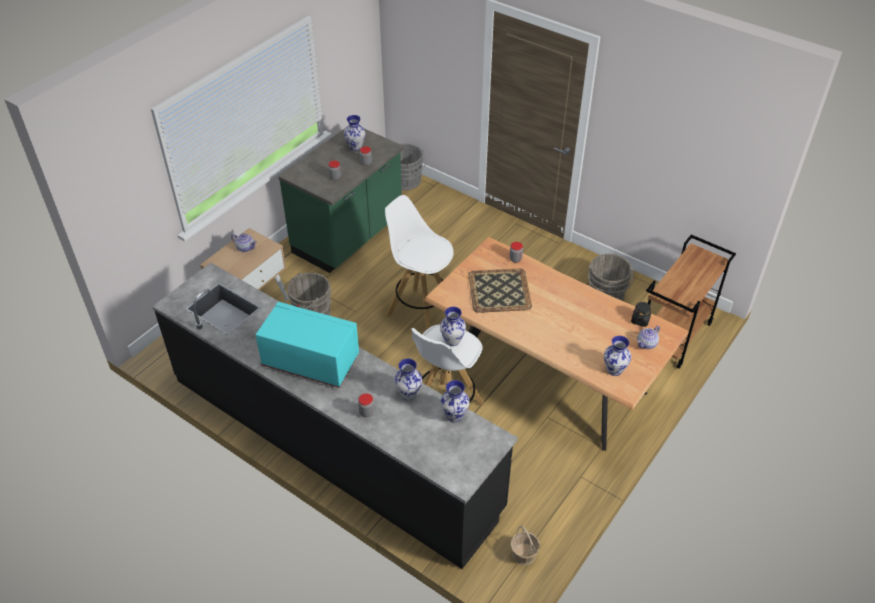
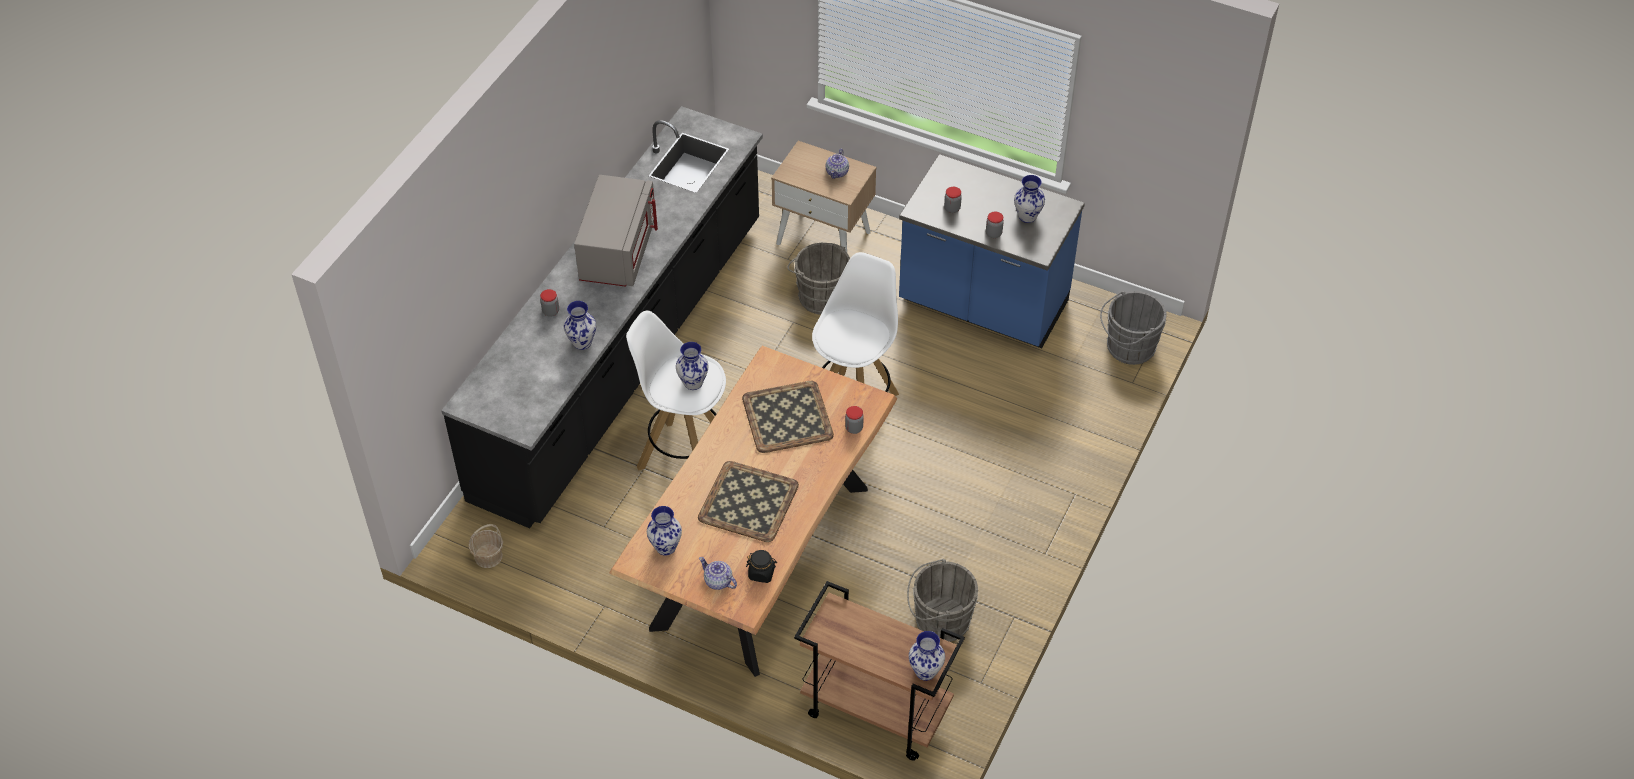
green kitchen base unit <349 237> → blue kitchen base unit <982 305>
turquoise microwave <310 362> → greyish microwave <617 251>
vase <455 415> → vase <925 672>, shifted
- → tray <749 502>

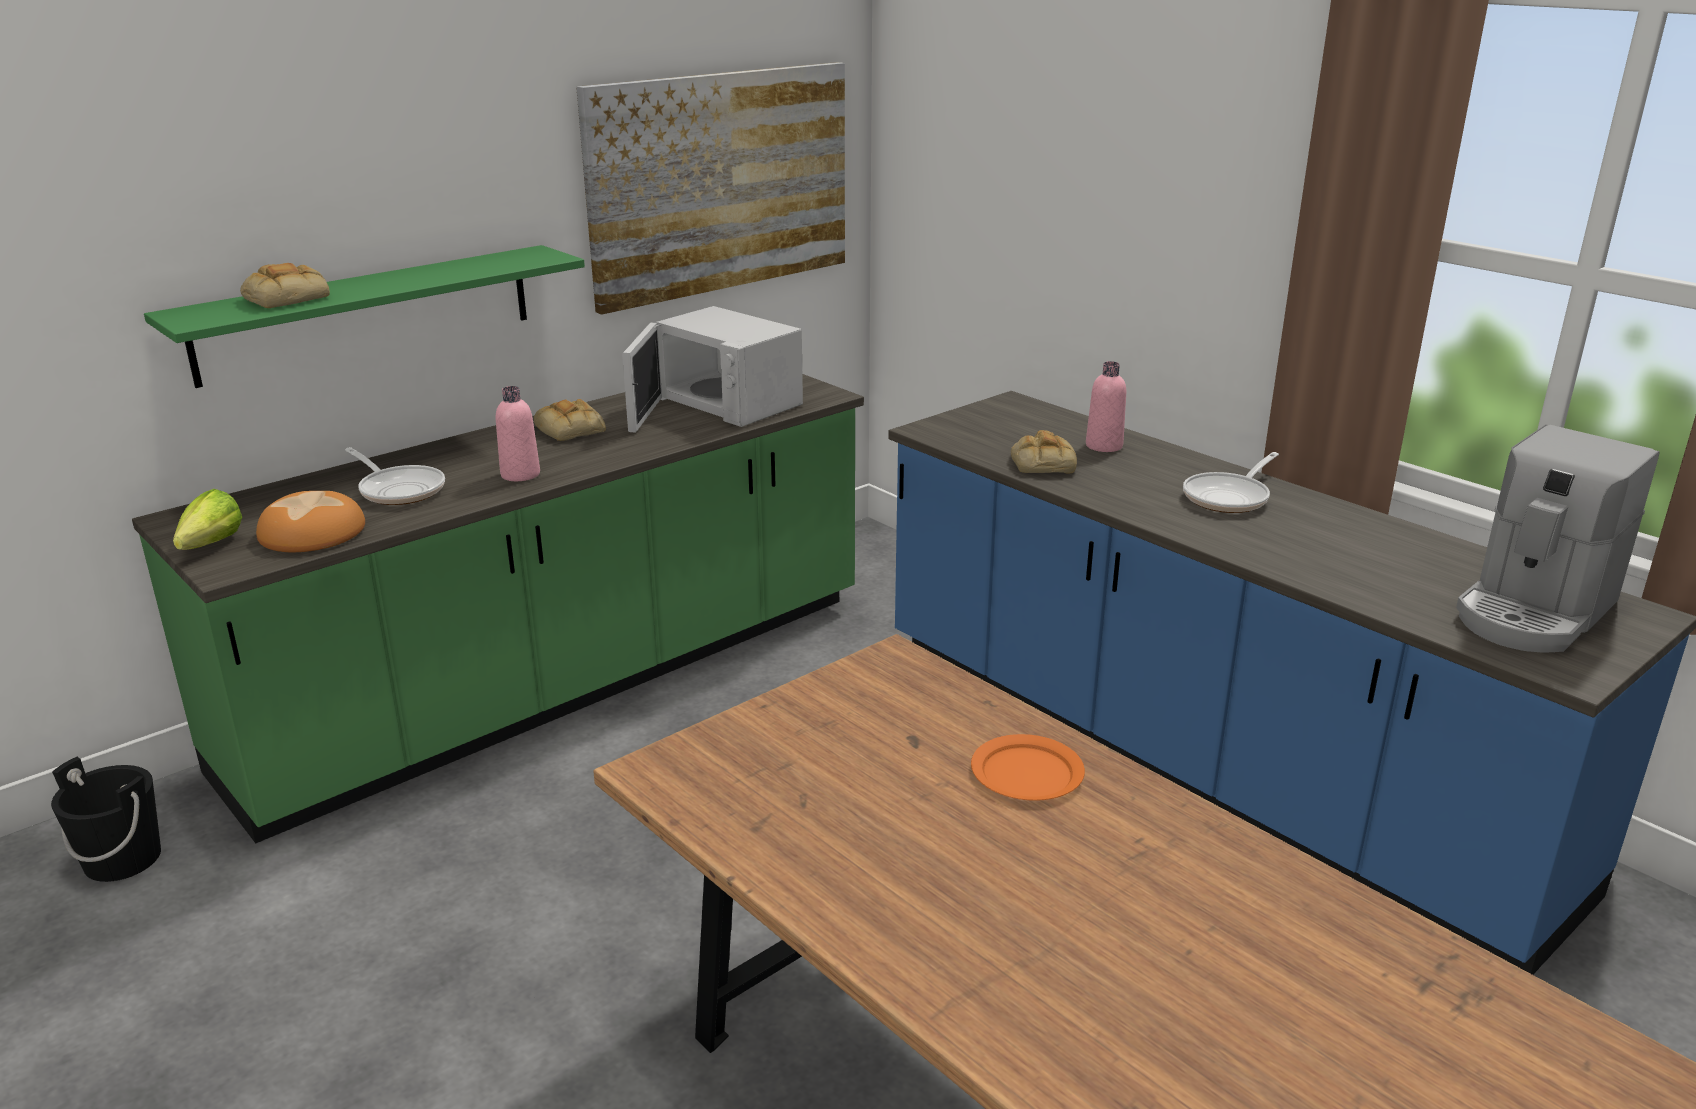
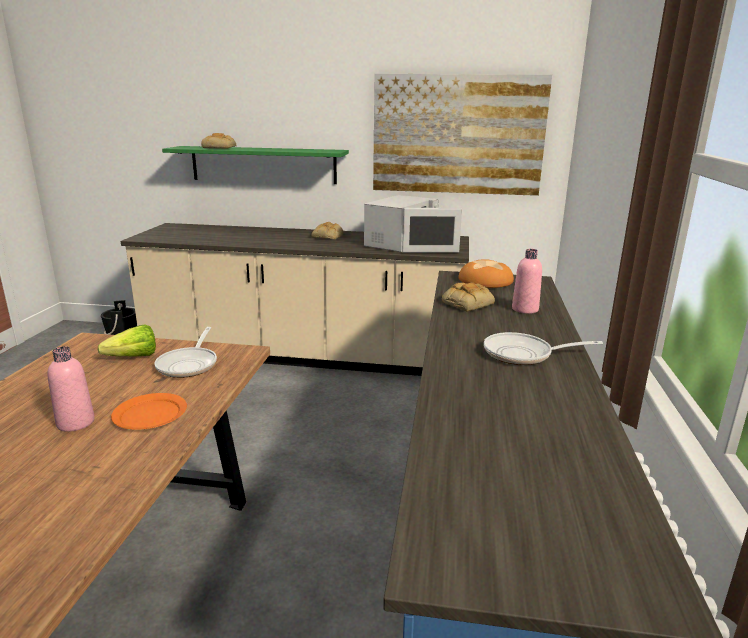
whitish microwave <721 403> → whitish microwave <402 244>, 150 degrees counterclockwise
green kitchen base unit <563 684> → beige kitchen base unit <304 355>
pink beverage bottle <520 474> → pink beverage bottle <75 423>, shifted
coffee machine <1534 612> → -
pan <399 489> → pan <189 364>, shifted
head of lettuce <205 548> → head of lettuce <128 358>, shifted
baked bread <313 532> → baked bread <486 280>, shifted

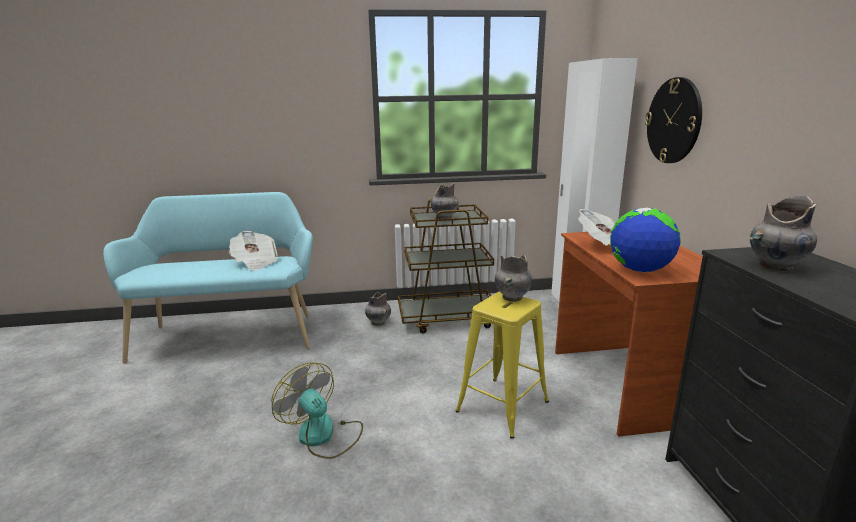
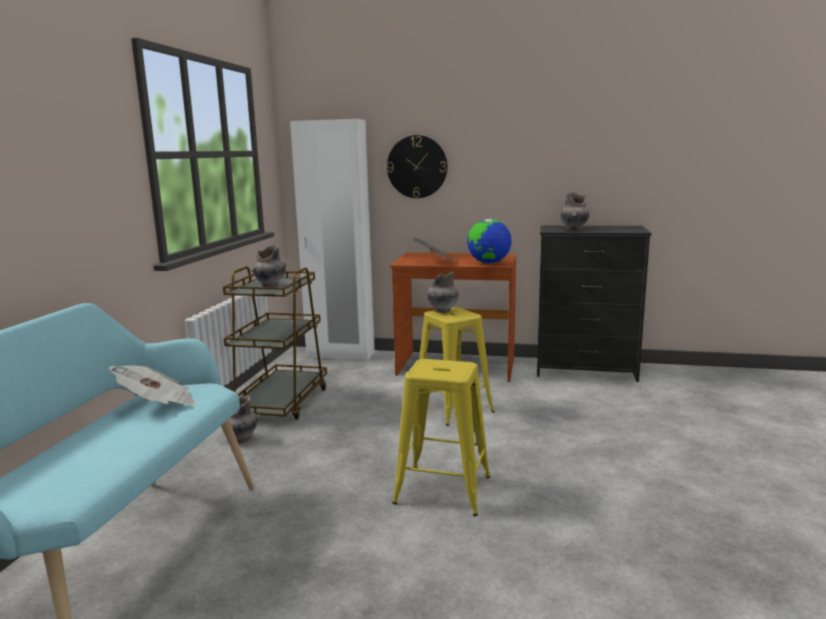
electric fan <323 436> → yellow stool seat <443 489>

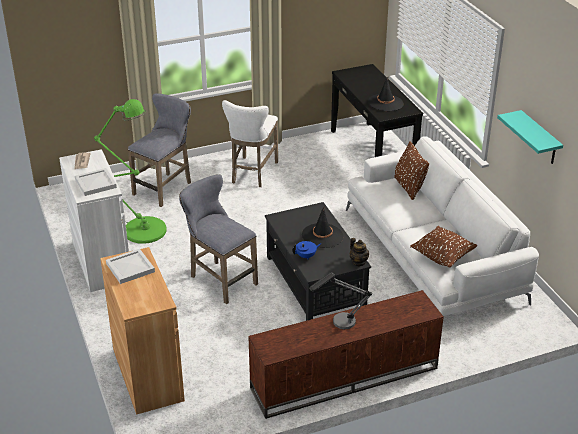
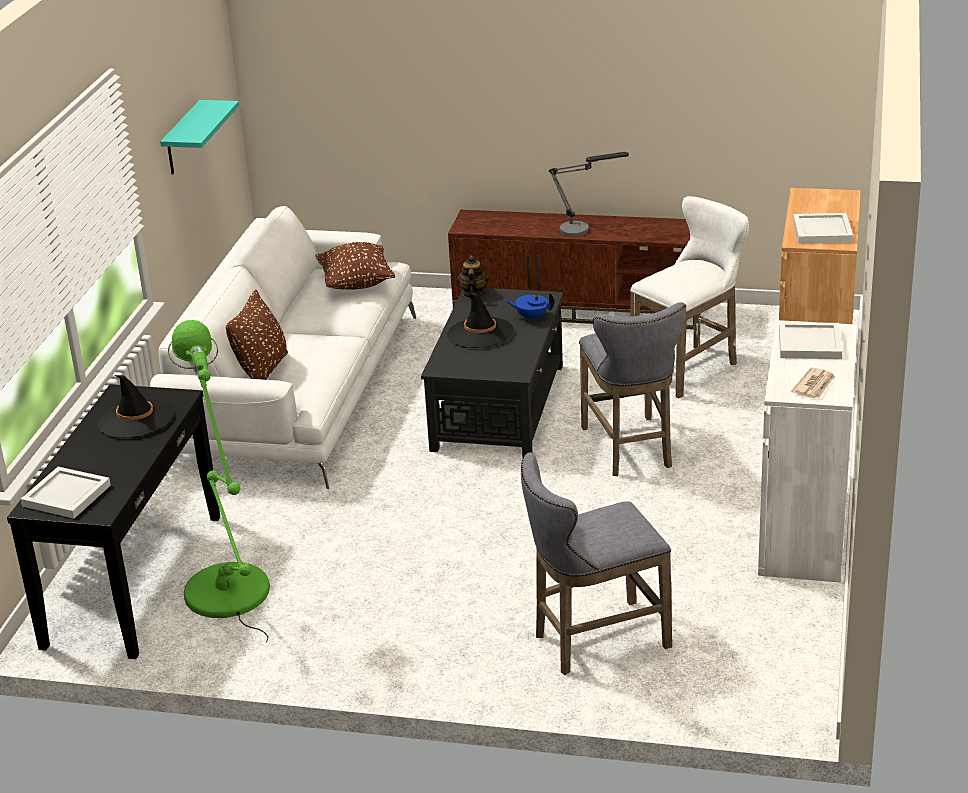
green standard lamp <140 228> → green standard lamp <230 598>, shifted
whitish stool seat <252 173> → whitish stool seat <690 368>, shifted
- → whitish tray <67 496>

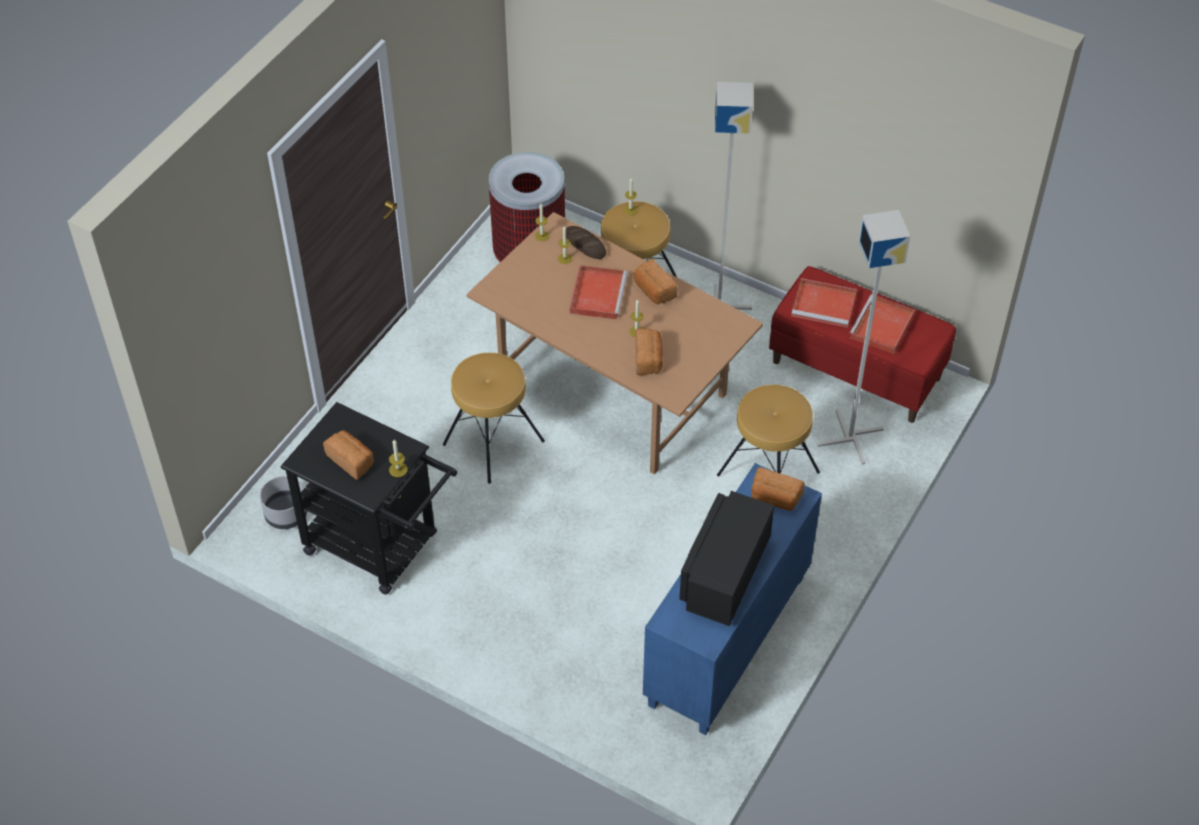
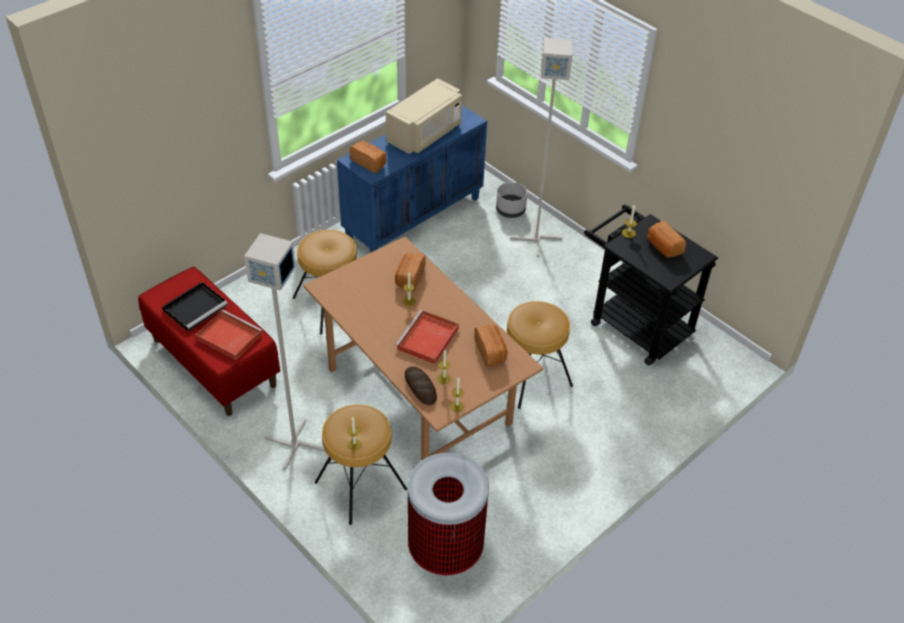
greyish standard lamp <851 436> → greyish standard lamp <535 239>, shifted
baked bread <653 291> → baked bread <491 352>, shifted
red-coloured tray <882 327> → black-coloured tray <196 307>
greyish planter <285 514> → greyish planter <511 210>, shifted
black-coloured microwave <724 574> → beige microwave <425 133>

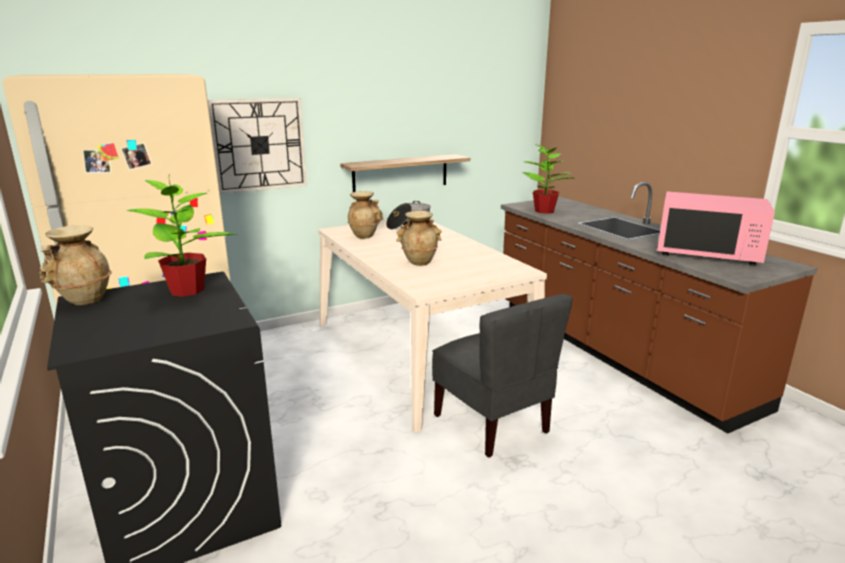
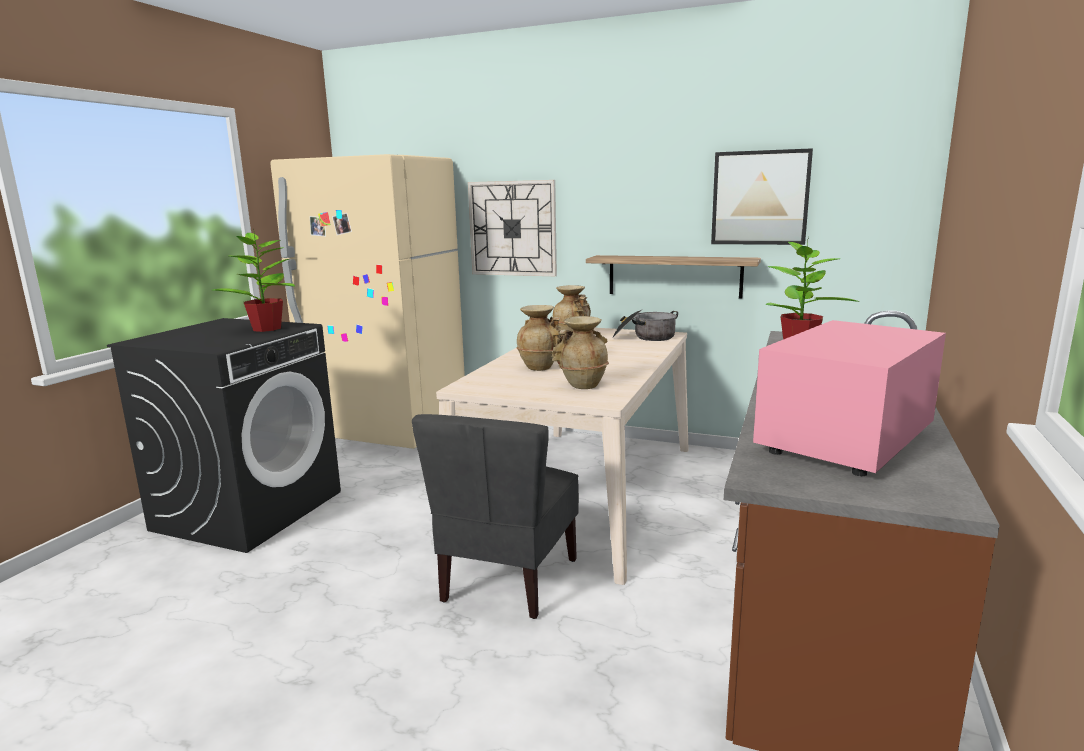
pink microwave <707 253> → pink microwave <846 441>, 60 degrees clockwise
beige vase <84 300> → beige vase <582 385>, shifted
- → wall picture <760 198>

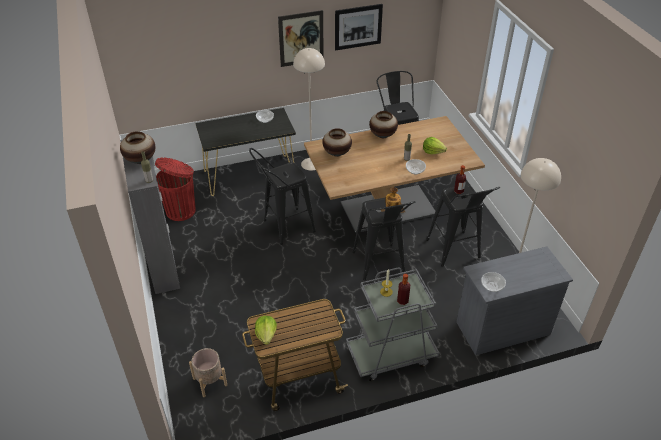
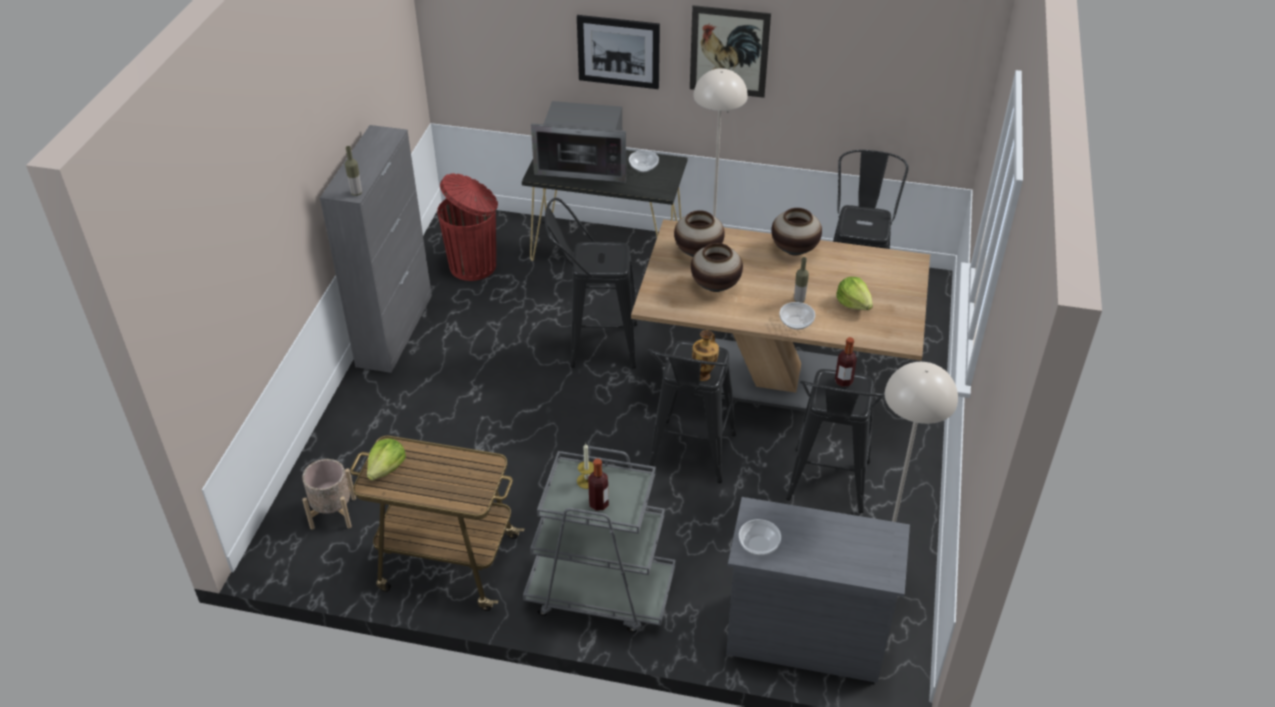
wall picture <358 27> → wall picture <618 51>, shifted
vase <140 160> → vase <715 286>, shifted
- → microwave <584 165>

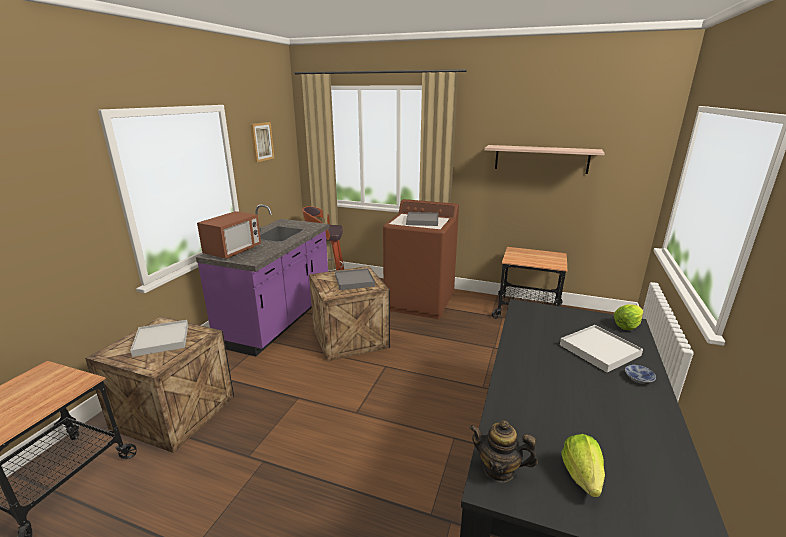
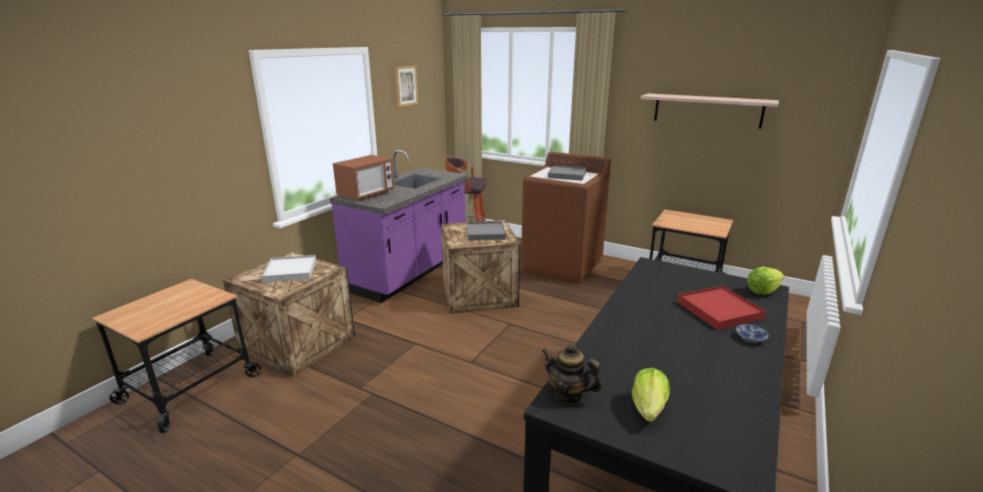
whitish tray <599 350> → red-coloured tray <719 310>

